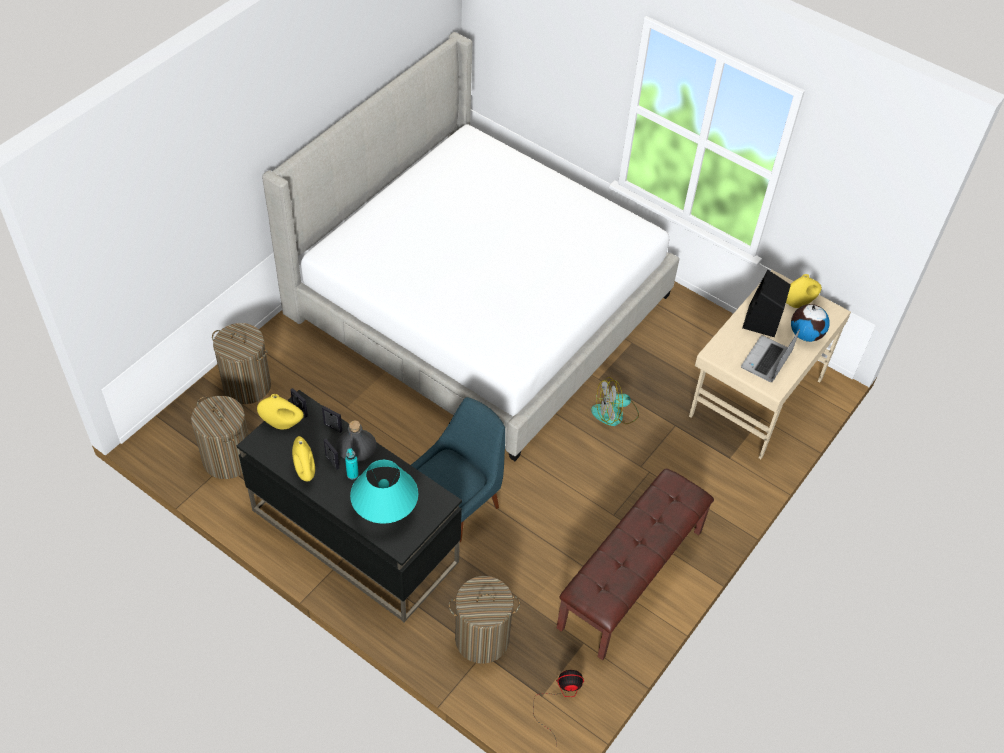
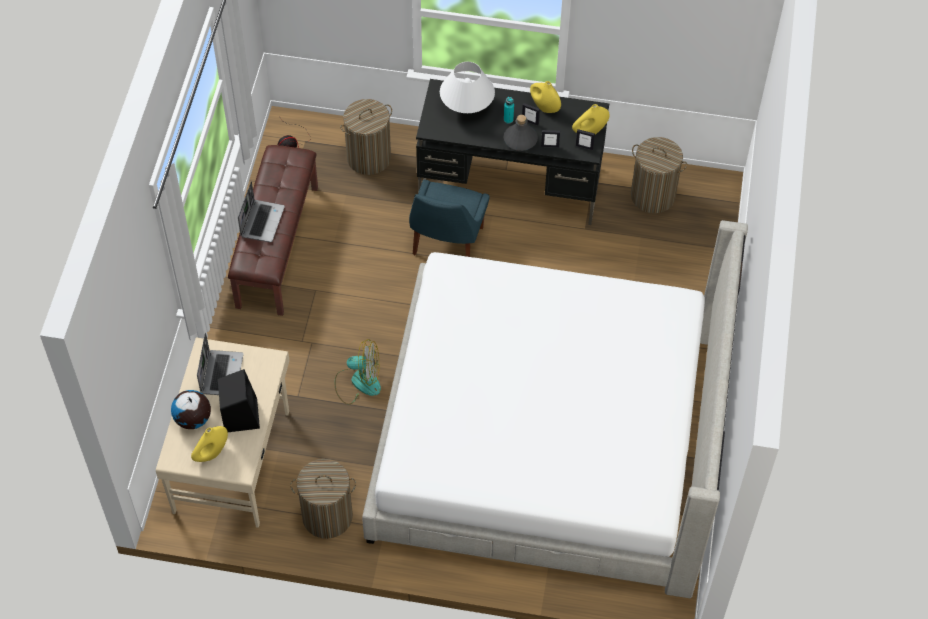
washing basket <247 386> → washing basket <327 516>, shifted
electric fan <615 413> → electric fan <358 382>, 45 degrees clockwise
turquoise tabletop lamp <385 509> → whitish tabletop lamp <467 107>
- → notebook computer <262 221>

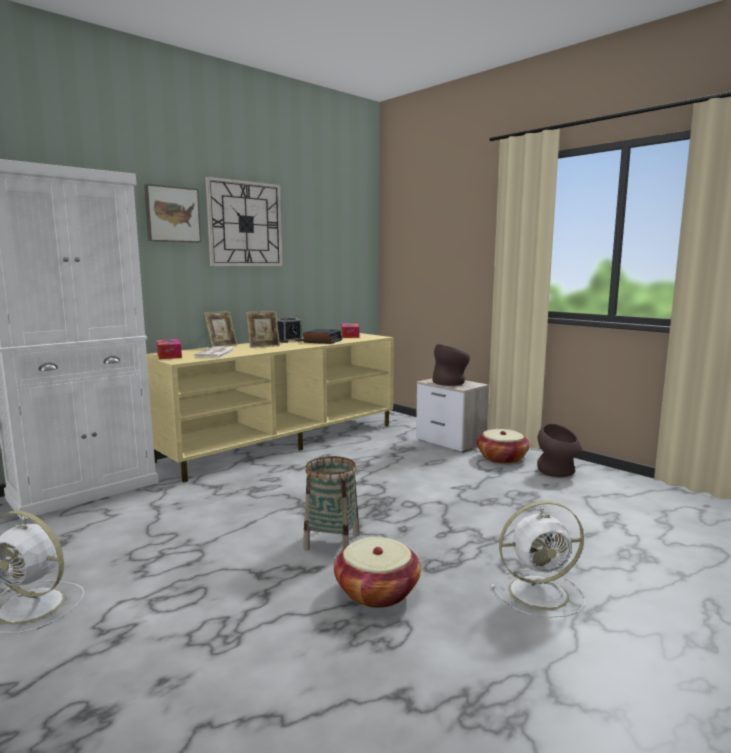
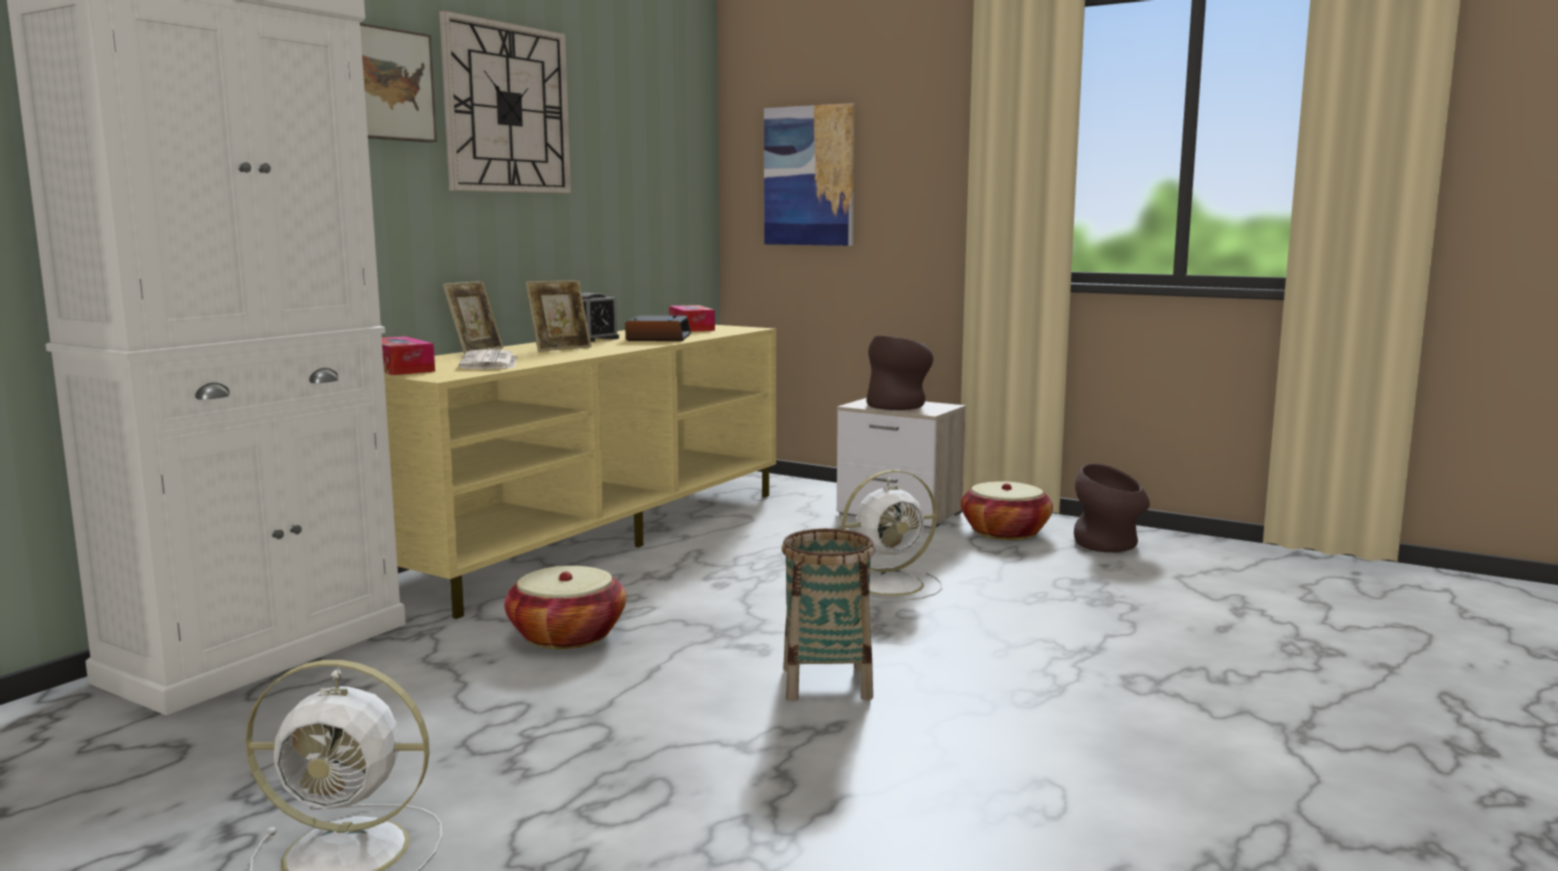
whitish electric fan <541 592> → whitish electric fan <891 584>, shifted
basket <377 591> → basket <567 635>, shifted
- → wall picture <809 176>

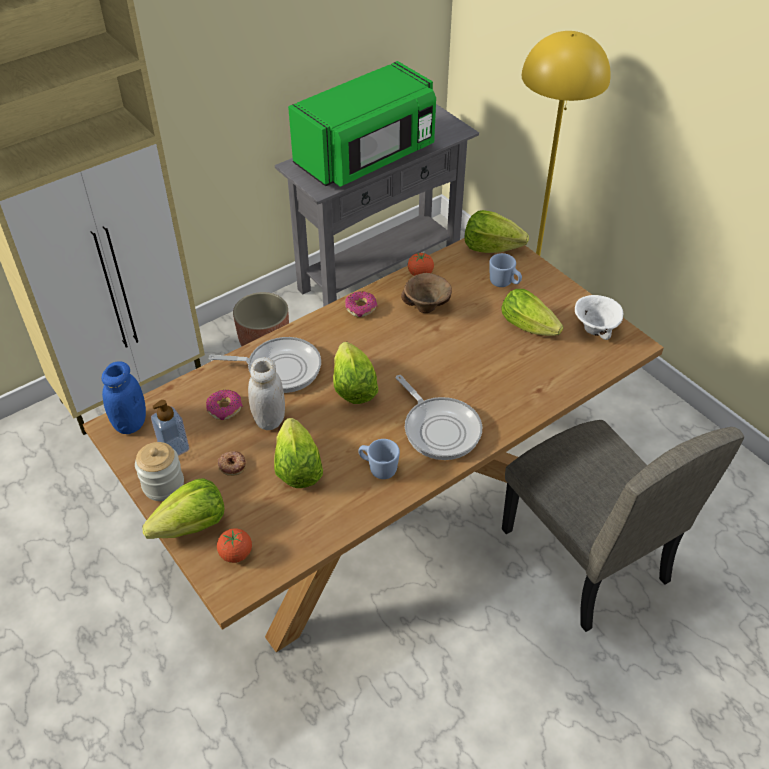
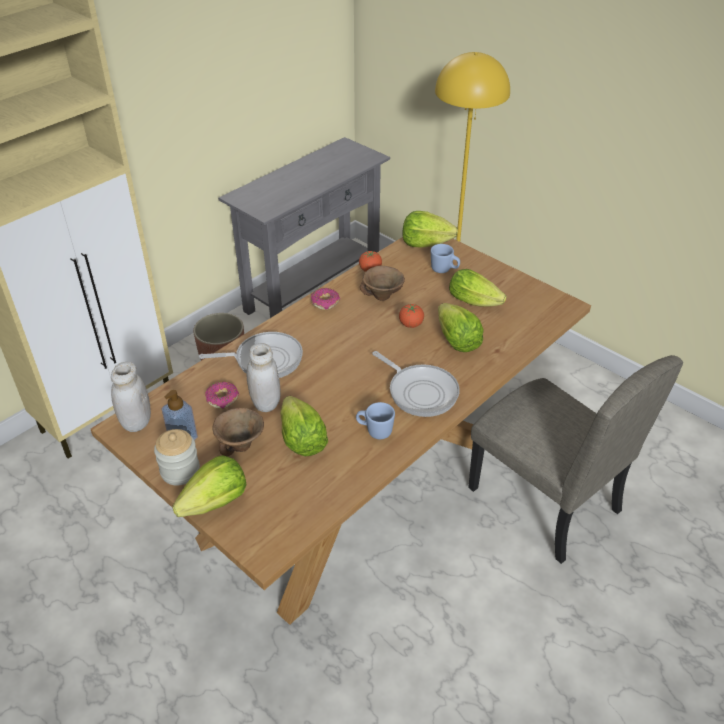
green microwave <367 157> → -
whitish serving bowl <593 329> → -
head of lettuce <353 387> → head of lettuce <456 341>, shifted
blue jar <130 423> → whitish jar <136 422>
ring doughnut <232 465> → brown-coloured serving bowl <241 445>
whole tomato <236 554> → whole tomato <411 324>, shifted

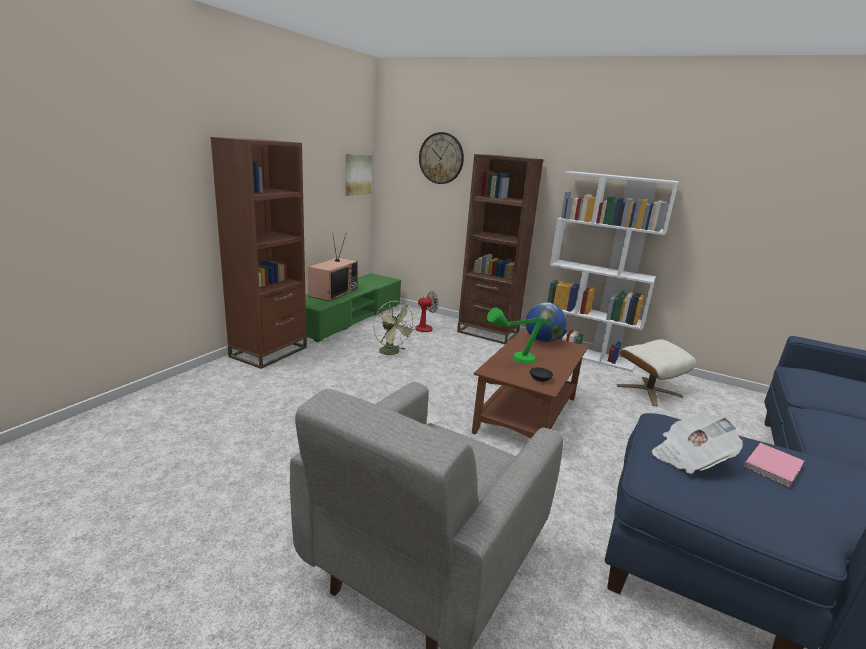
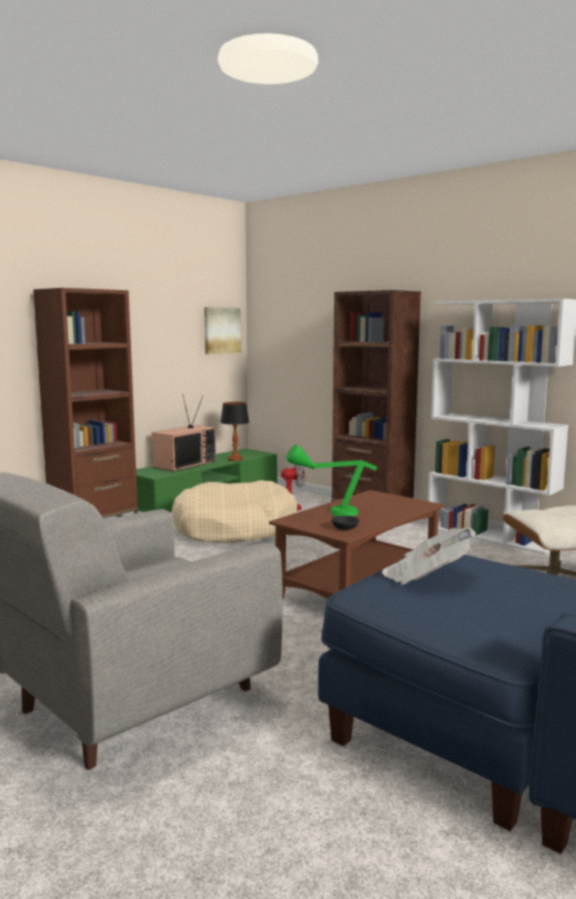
hanging clock <441 158> → -
green electric fan <392 353> → beige dog cushion <235 529>
desk globe <542 340> → -
pink volume <774 466> → -
- → tabletop lamp <235 459>

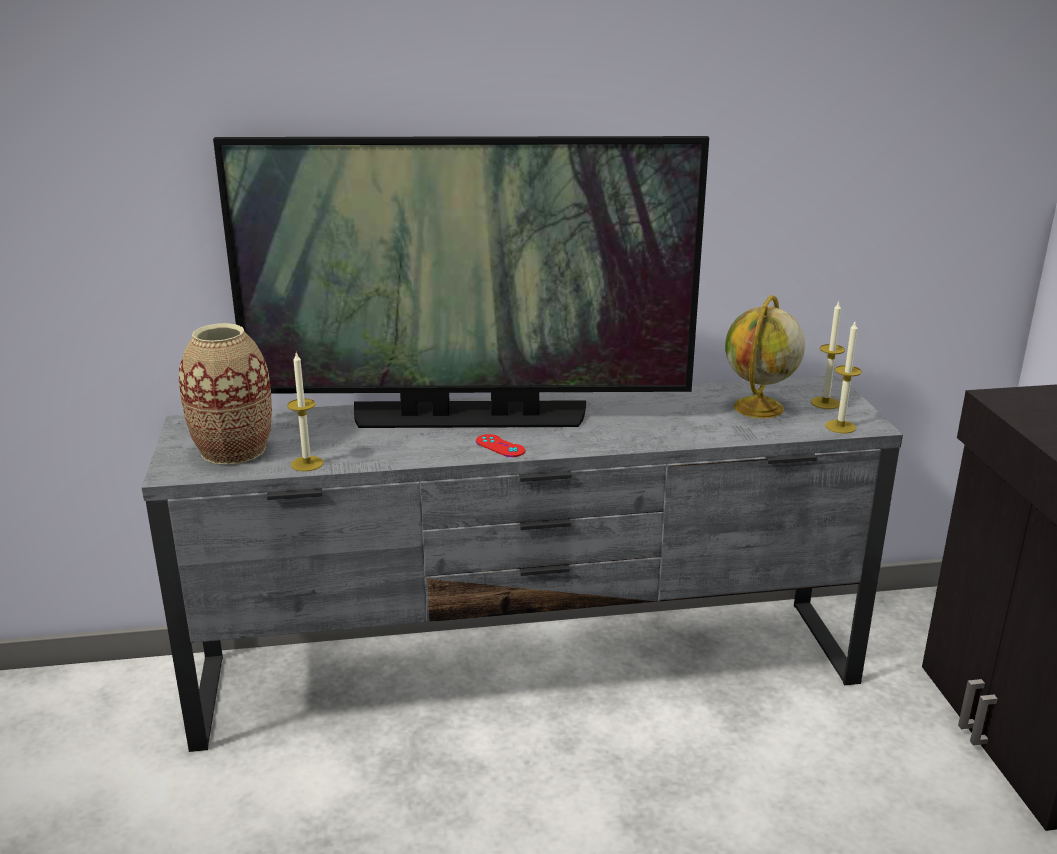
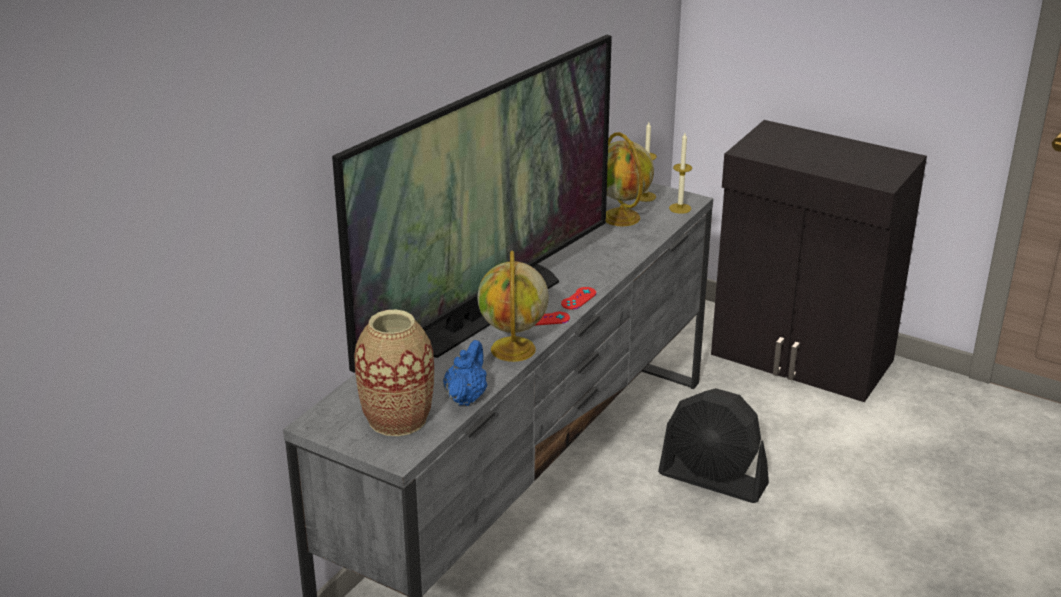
wax light <307 463> → blue pot for tea <466 397>
- → desk globe <513 350>
- → red-coloured joypad <578 298>
- → black-coloured electric fan <713 479>

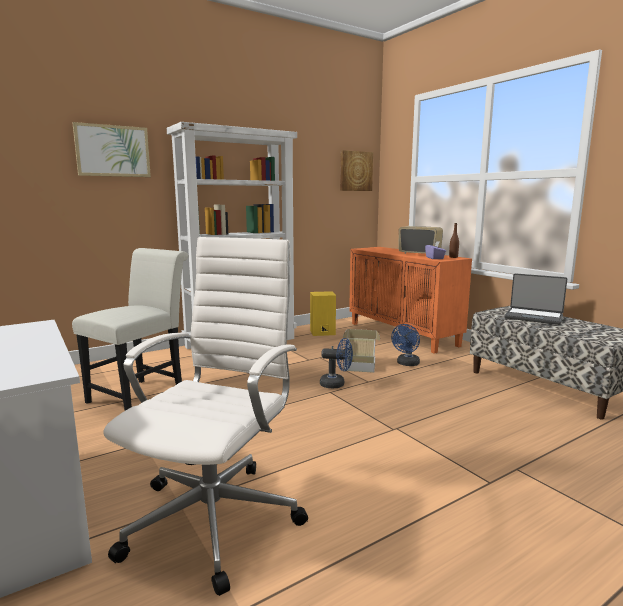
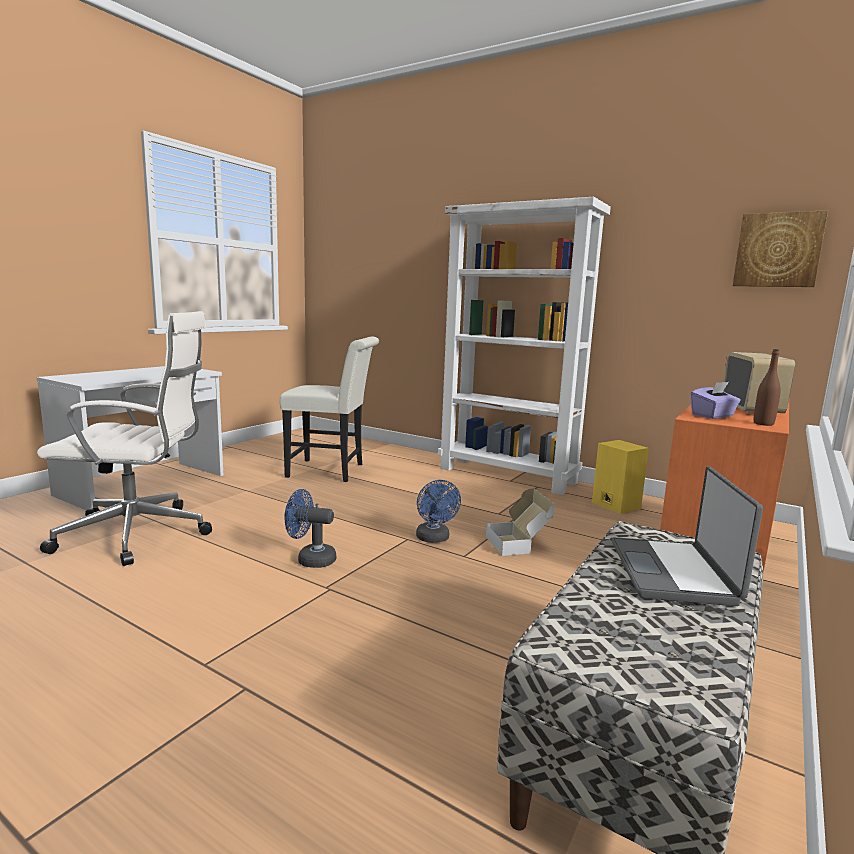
wall picture <113 151> → -
blue electric fan <406 364> → blue electric fan <310 559>, shifted

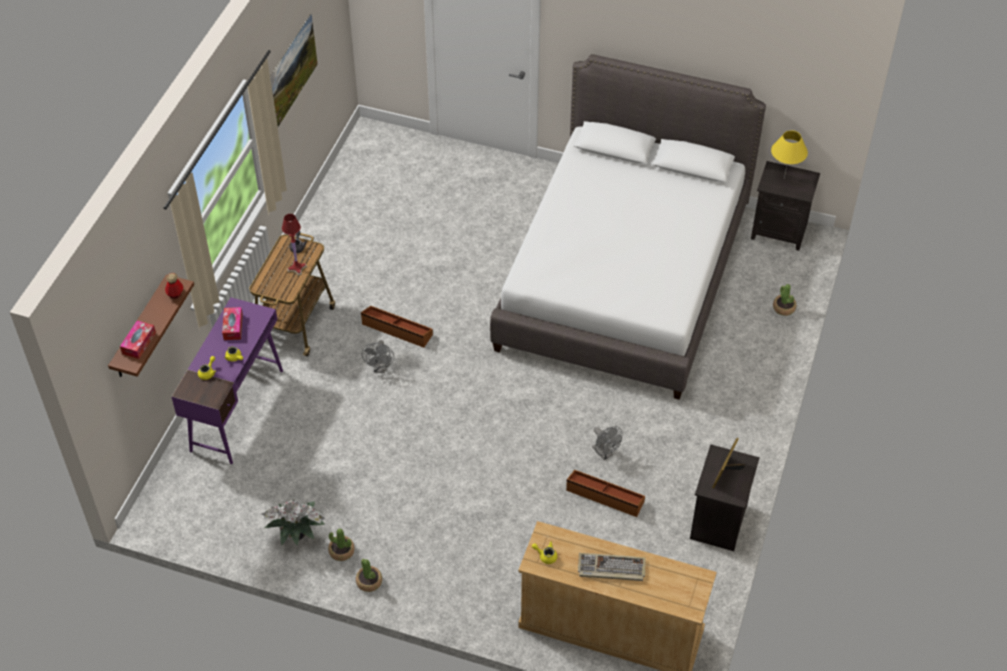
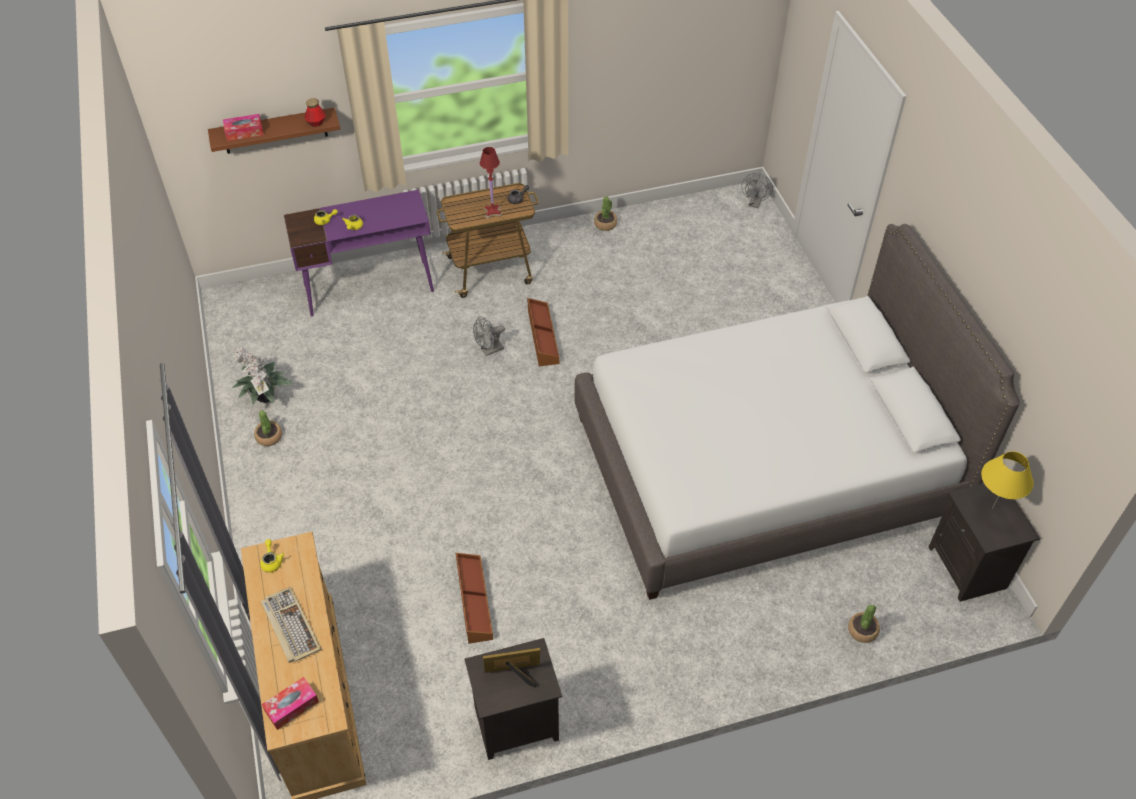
wall picture <296 82> → -
box of tissues <233 327> → box of tissues <292 706>, shifted
greyish electric fan <605 453> → greyish electric fan <755 204>, shifted
houseplant <369 581> → houseplant <605 224>, shifted

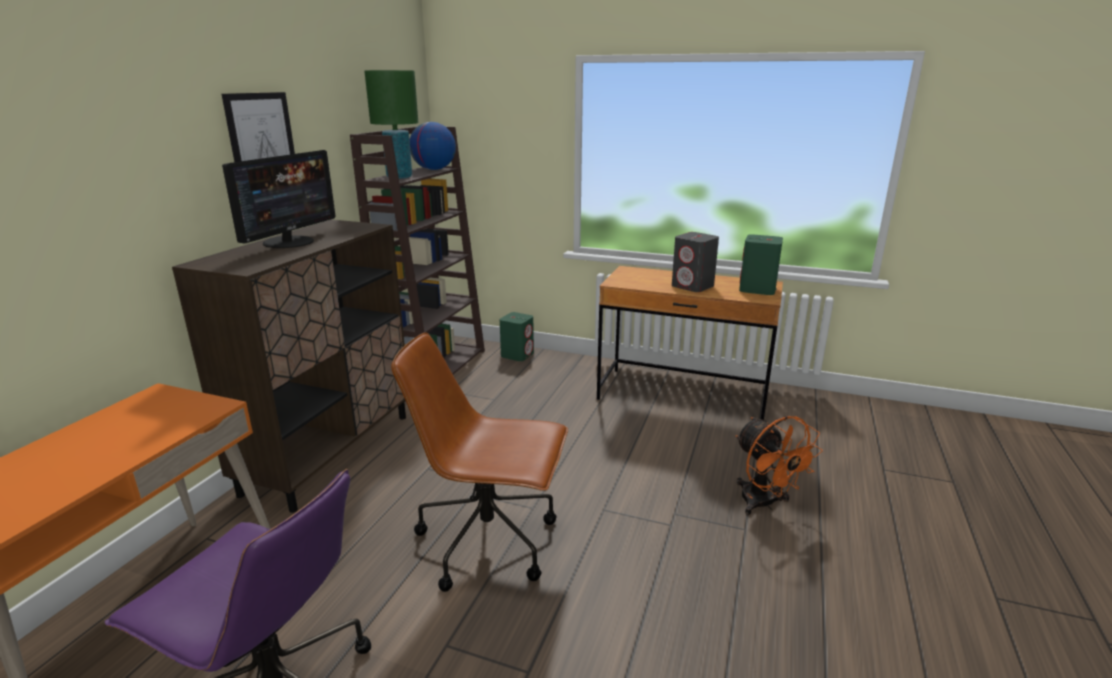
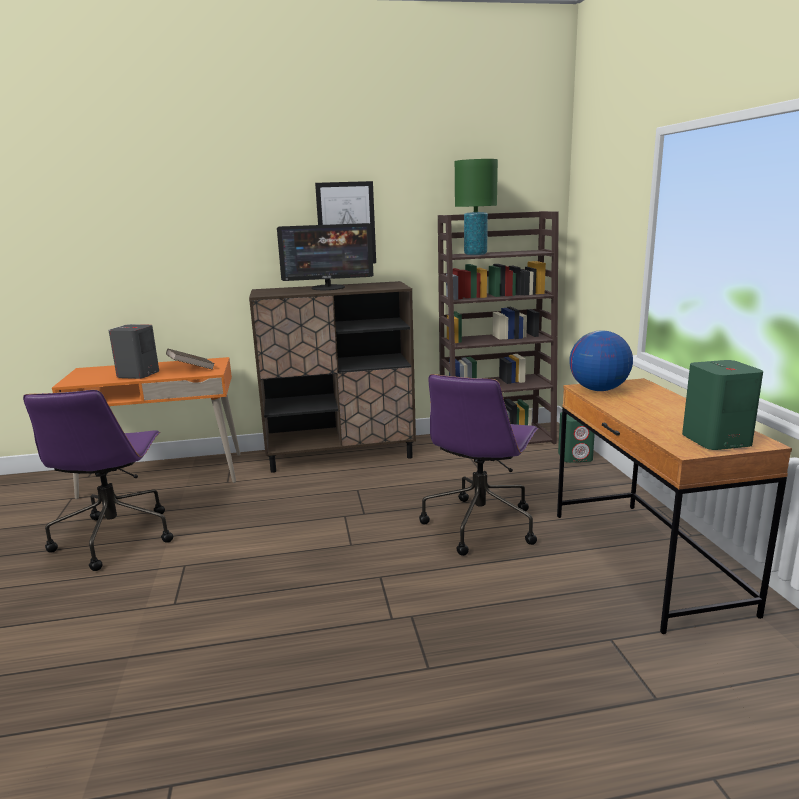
desk globe <434 169> → desk globe <598 390>, shifted
greyish speaker <693 286> → greyish speaker <138 375>, shifted
brown-coloured office chair <490 542> → -
orange electric fan <764 504> → -
- → brown-coloured volume <191 369>
- → purple-coloured office chair <480 524>

